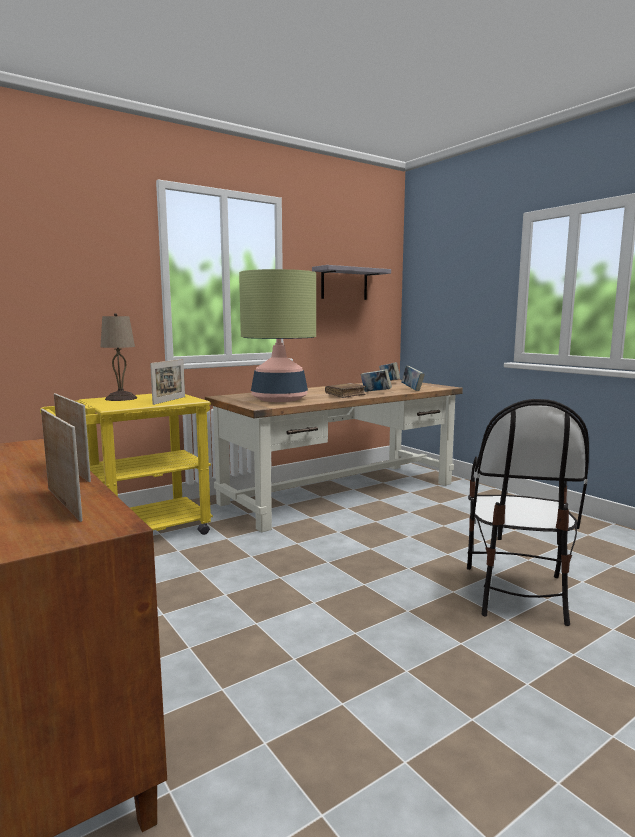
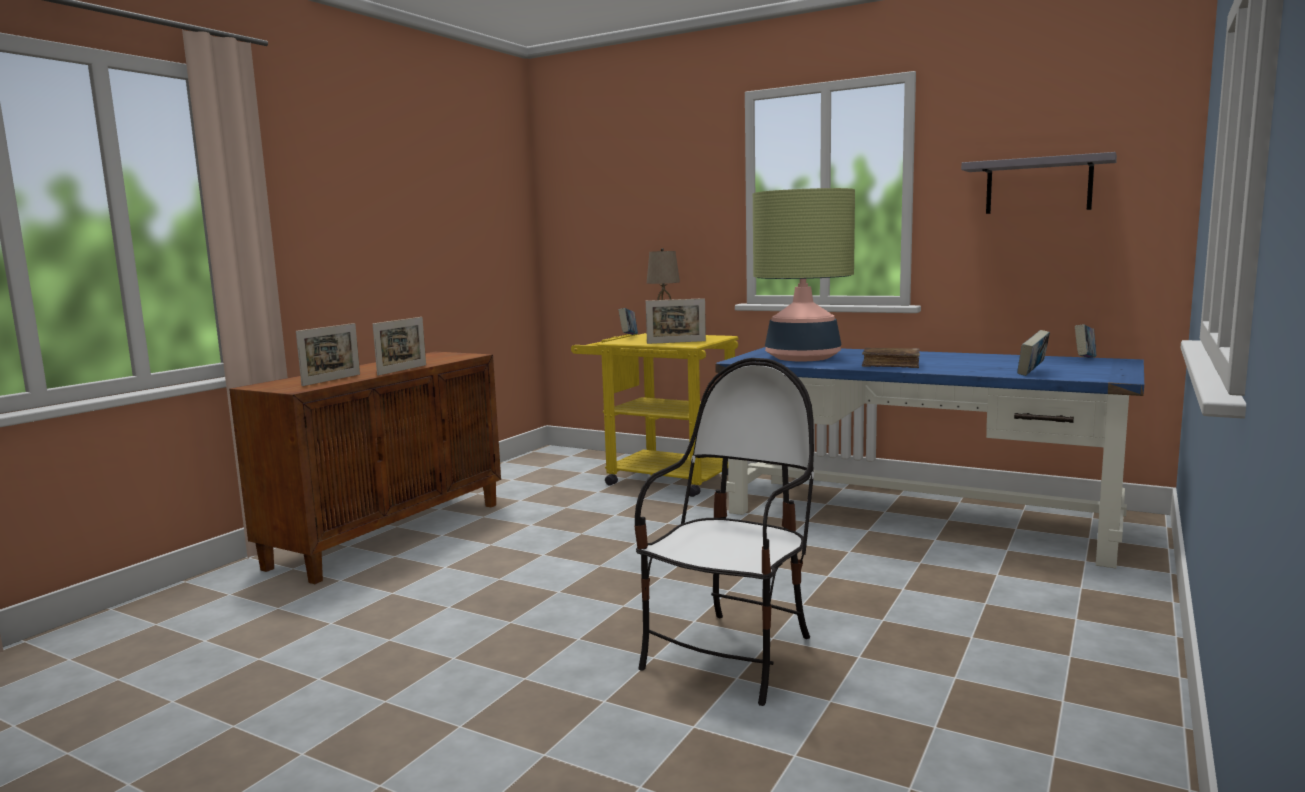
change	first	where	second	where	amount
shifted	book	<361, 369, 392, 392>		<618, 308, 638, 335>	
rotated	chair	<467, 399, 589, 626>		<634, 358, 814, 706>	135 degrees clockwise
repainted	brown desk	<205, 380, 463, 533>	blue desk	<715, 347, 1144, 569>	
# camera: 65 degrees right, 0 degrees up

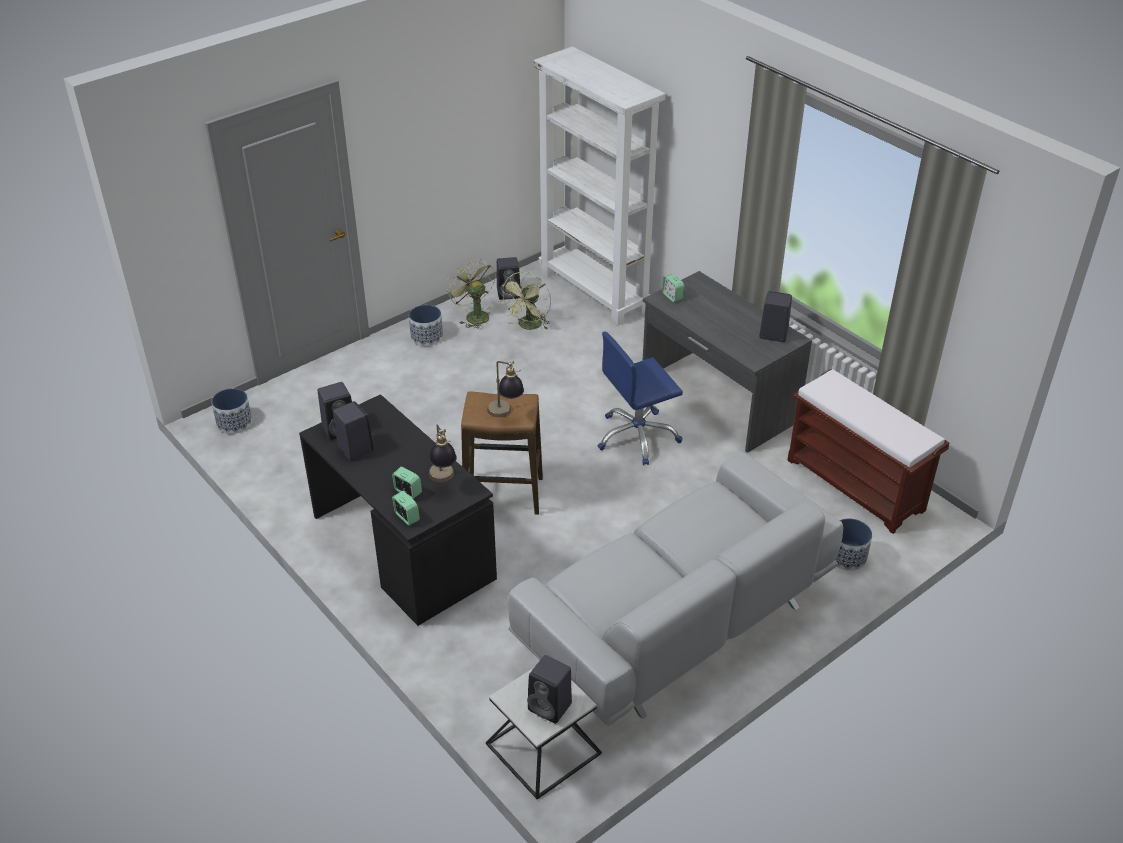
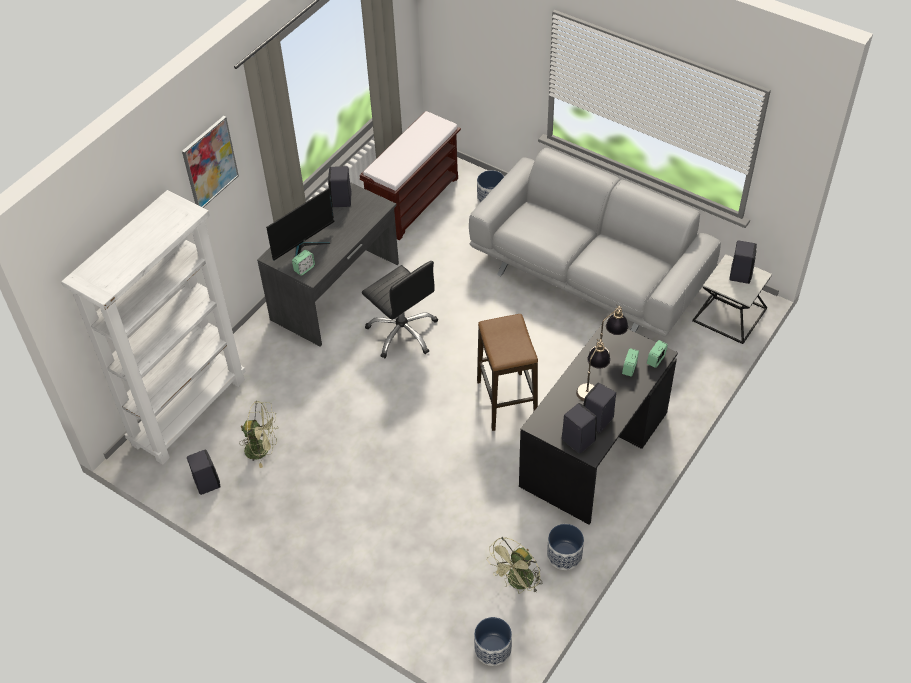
change	first	where	second	where	amount
new			picture	<182, 116, 239, 208>	
new			monitor	<266, 188, 334, 261>	
repainted	blue office chair	<598, 331, 683, 465>	black office chair	<362, 261, 438, 358>	
shifted	green fan	<447, 259, 496, 329>		<487, 537, 542, 594>	
shifted	planter	<409, 305, 443, 346>		<547, 524, 584, 570>	
shifted	table lamp	<487, 361, 524, 417>		<576, 339, 610, 401>	
# camera: 105 degrees left, 10 degrees up

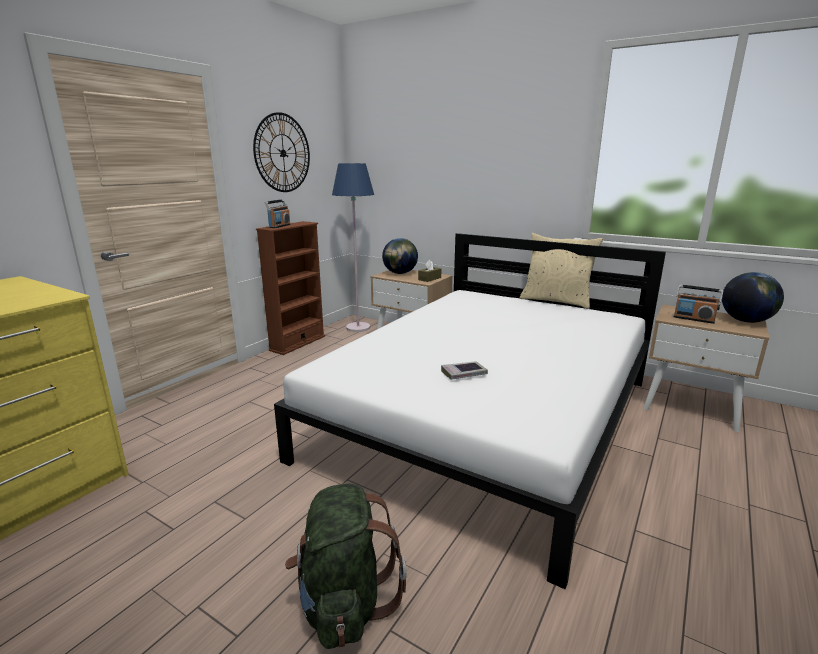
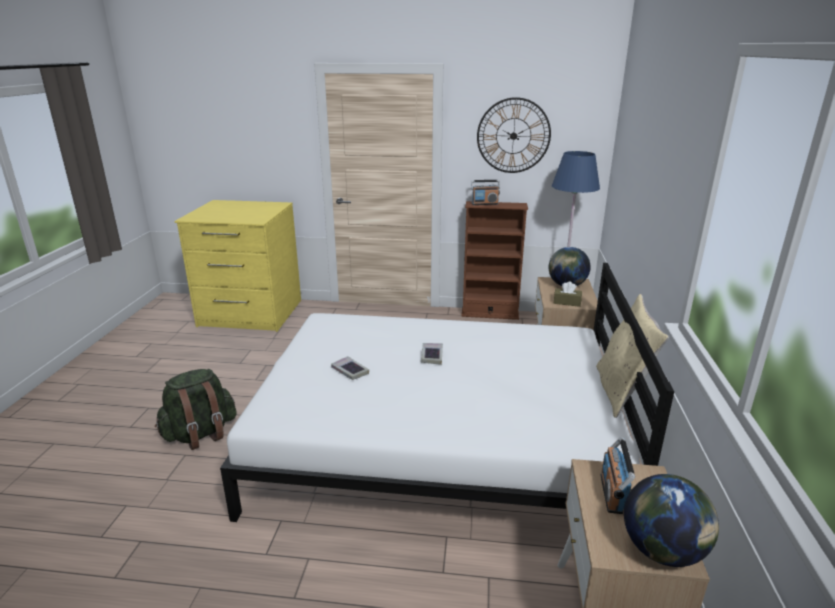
change	first	where	second	where	amount
new			book	<421, 343, 443, 365>	
# camera: 65 degrees right, 5 degrees up

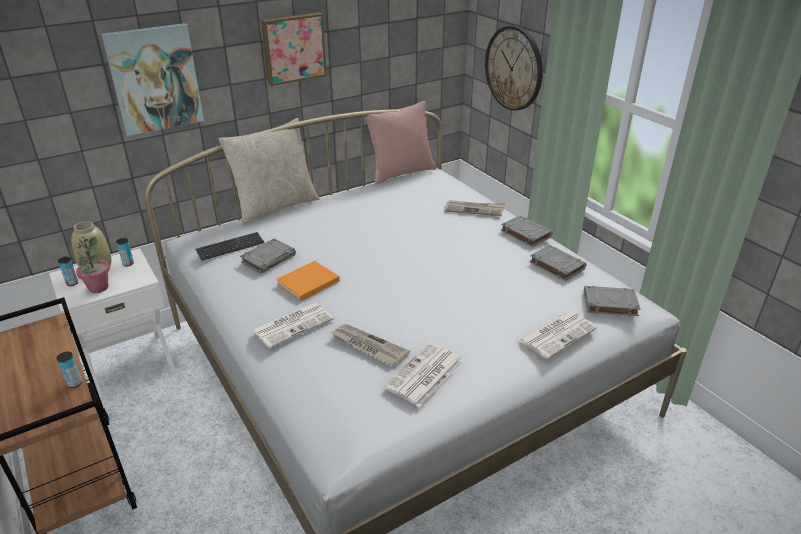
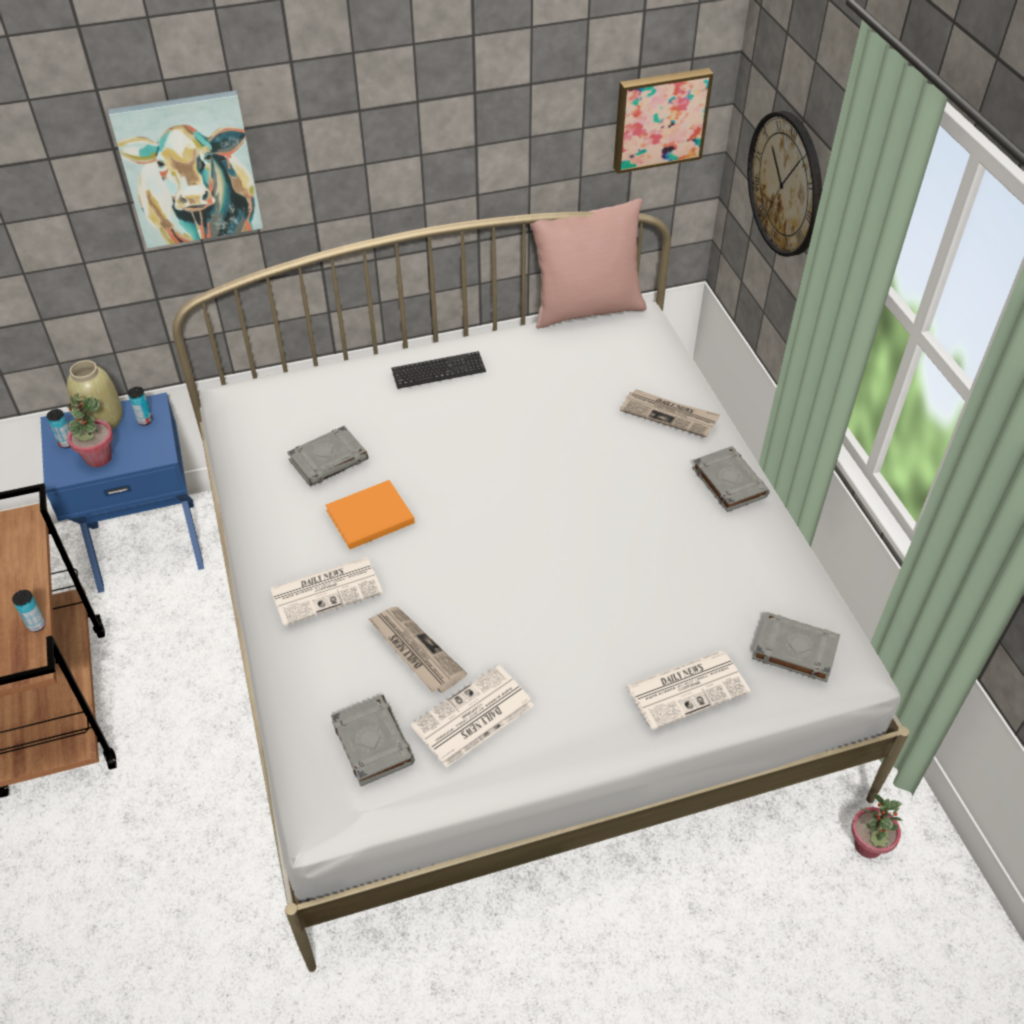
change	first	where	second	where	amount
repainted	white nightstand	<49, 248, 176, 399>	blue nightstand	<41, 392, 204, 593>	
shifted	grey book	<529, 245, 587, 281>		<331, 695, 415, 786>	
shifted	keyboard	<195, 232, 264, 261>		<391, 351, 486, 389>	
shifted	picture	<261, 12, 327, 86>		<613, 68, 714, 174>	
new			potted plant	<852, 793, 903, 858>	
gone	beige pillow	<219, 118, 319, 224>			
# camera: 15 degrees right, 15 degrees up

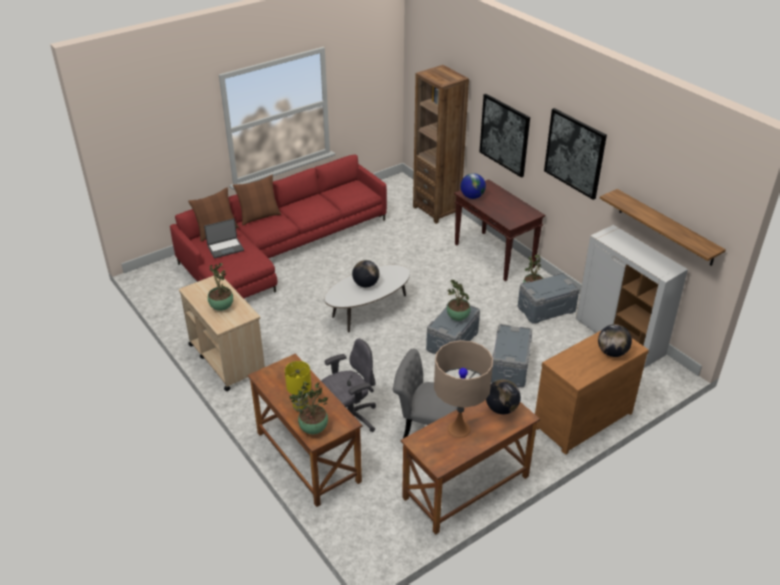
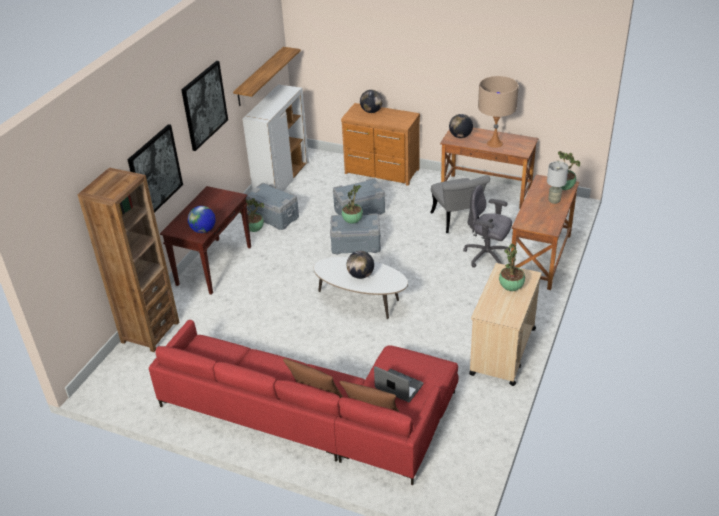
change	first	where	second	where	amount
repainted	yellow table lamp	<285, 361, 311, 412>	grey table lamp	<547, 161, 569, 204>	
# camera: 120 degrees left, 0 degrees up

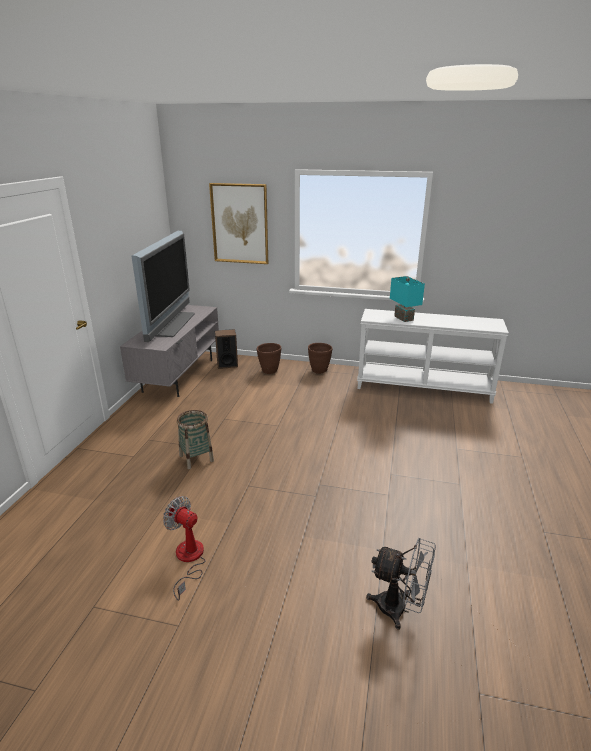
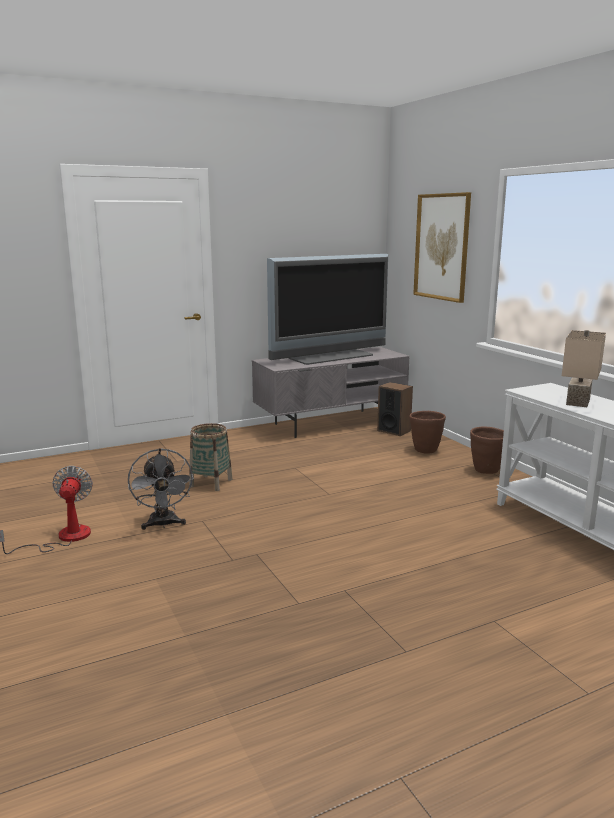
change	first	where	second	where	amount
shifted	grey fan	<366, 538, 436, 630>		<128, 448, 194, 530>	
repainted	turquoise table lamp	<390, 276, 425, 322>	beige table lamp	<562, 330, 606, 407>	
# camera: 50 degrees right, 10 degrees down

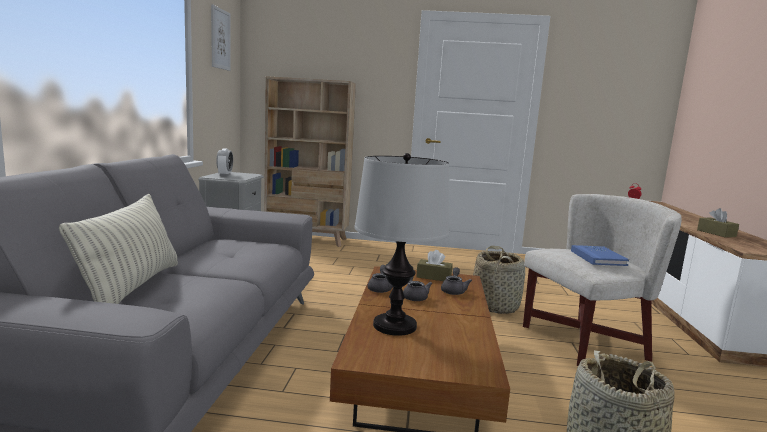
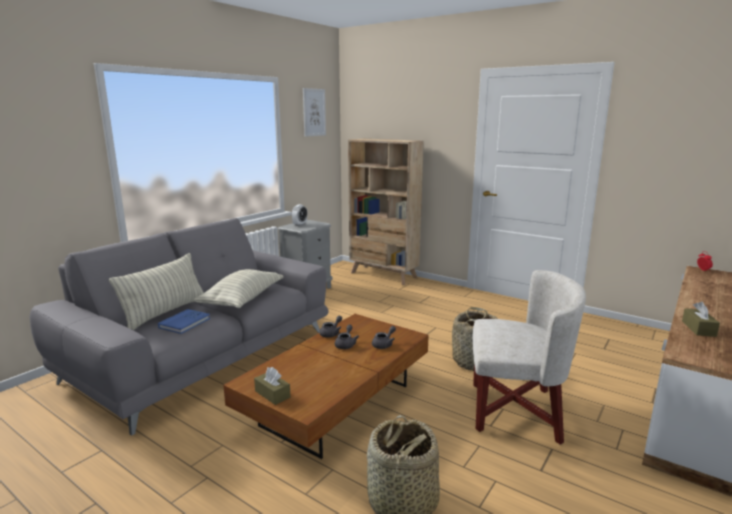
change	first	where	second	where	amount
shifted	blue book	<571, 245, 629, 266>		<158, 309, 210, 334>	
new			pillow	<194, 269, 283, 308>	
shifted	brown tissue box	<416, 250, 453, 281>		<254, 367, 291, 405>	
gone	table lamp	<354, 153, 449, 336>			
# camera: 30 degrees right, 5 degrees up

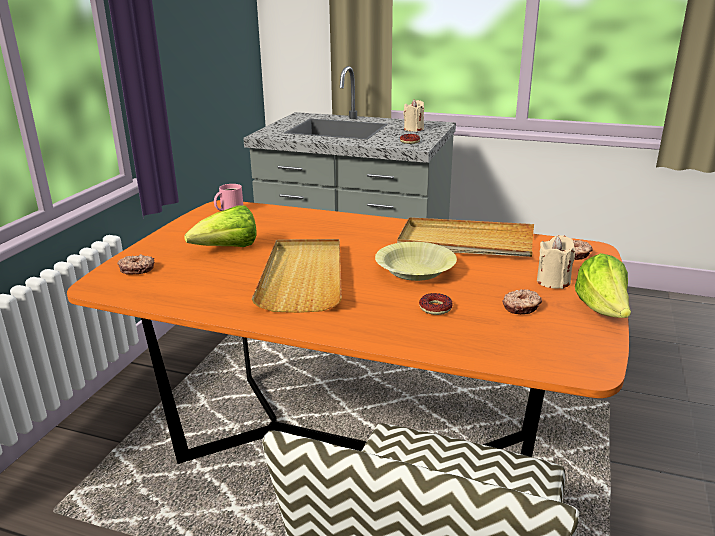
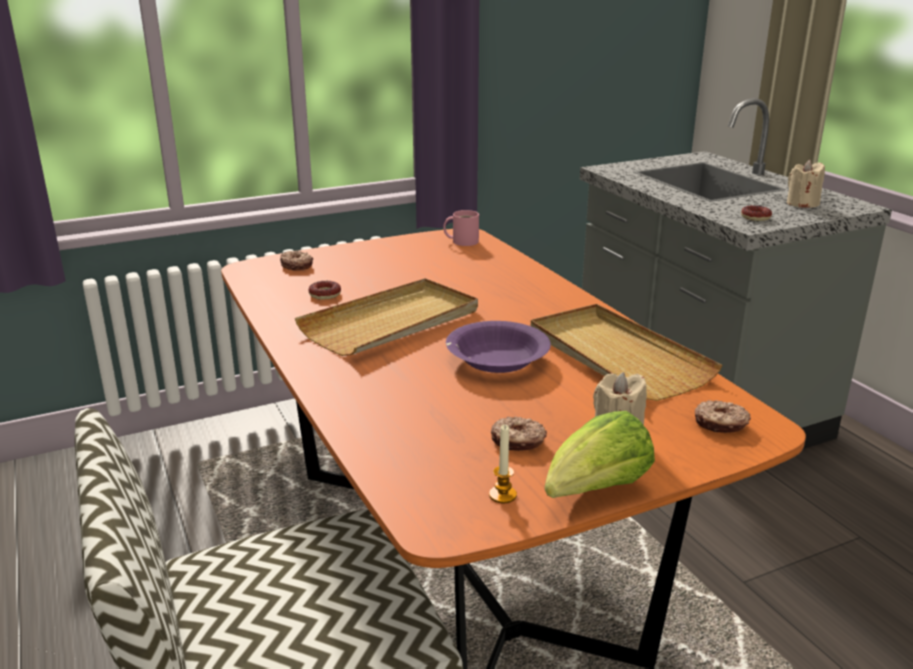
change	first	where	second	where	amount
shifted	donut	<419, 293, 453, 315>		<308, 281, 341, 300>	
repainted	yellow bowl	<375, 242, 457, 281>	purple bowl	<446, 321, 551, 373>	
new			candle	<489, 425, 517, 504>	
gone	lettuce	<184, 205, 256, 247>			
# camera: 45 degrees right, 0 degrees up

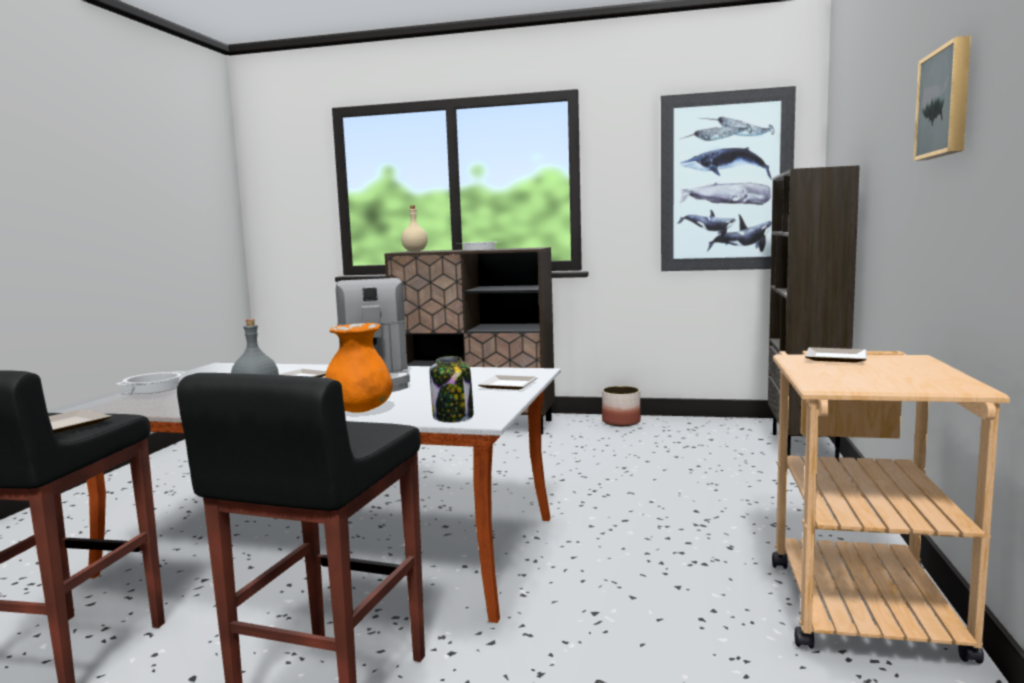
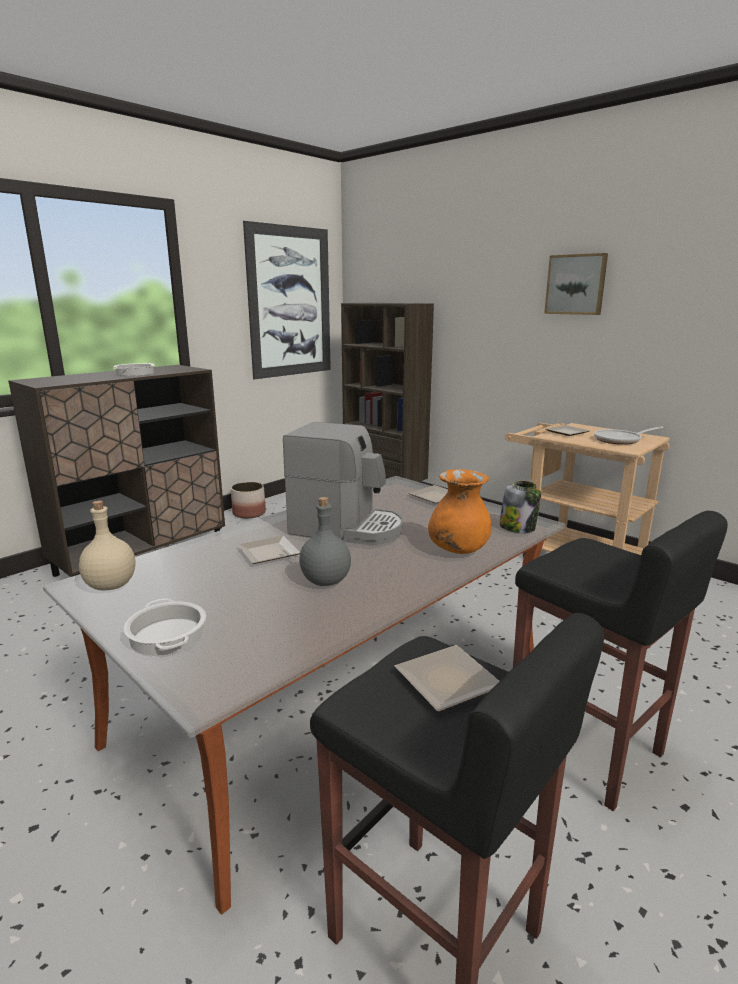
change	first	where	second	where	amount
shifted	beige bottle	<401, 206, 428, 251>		<79, 500, 135, 590>	
new			frying pan	<594, 427, 664, 445>	
# camera: 60 degrees left, 10 degrees up

